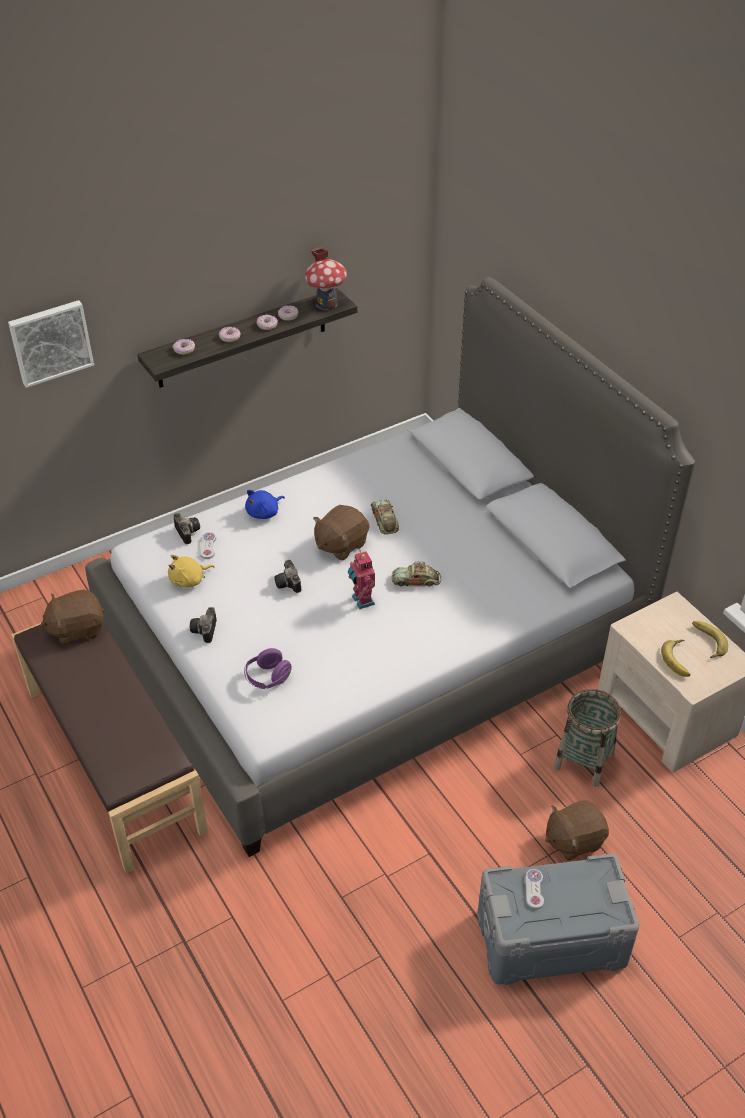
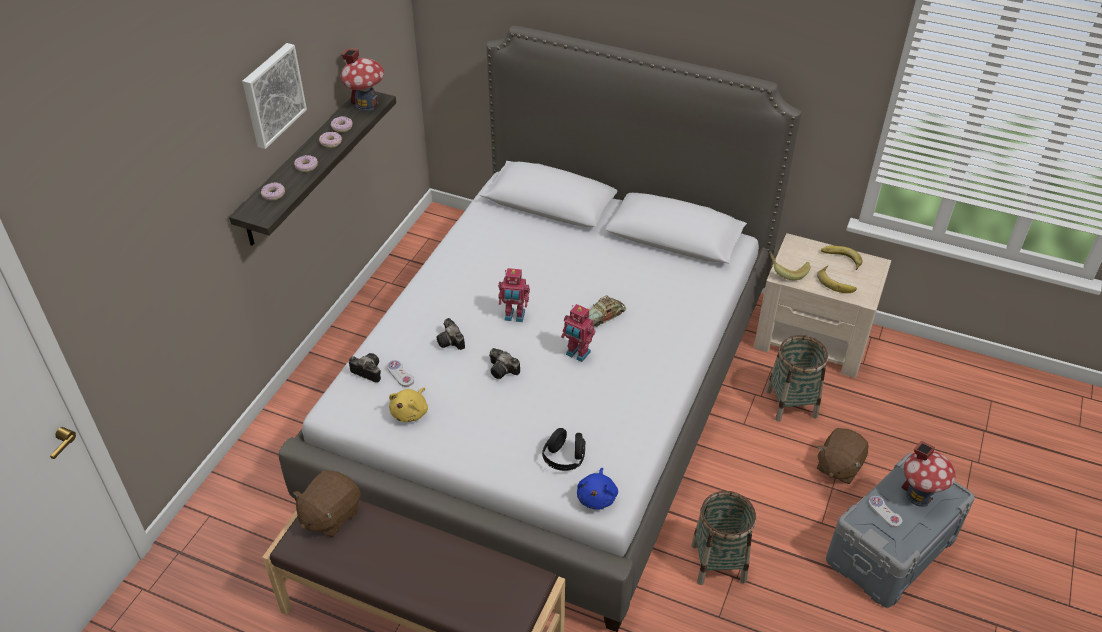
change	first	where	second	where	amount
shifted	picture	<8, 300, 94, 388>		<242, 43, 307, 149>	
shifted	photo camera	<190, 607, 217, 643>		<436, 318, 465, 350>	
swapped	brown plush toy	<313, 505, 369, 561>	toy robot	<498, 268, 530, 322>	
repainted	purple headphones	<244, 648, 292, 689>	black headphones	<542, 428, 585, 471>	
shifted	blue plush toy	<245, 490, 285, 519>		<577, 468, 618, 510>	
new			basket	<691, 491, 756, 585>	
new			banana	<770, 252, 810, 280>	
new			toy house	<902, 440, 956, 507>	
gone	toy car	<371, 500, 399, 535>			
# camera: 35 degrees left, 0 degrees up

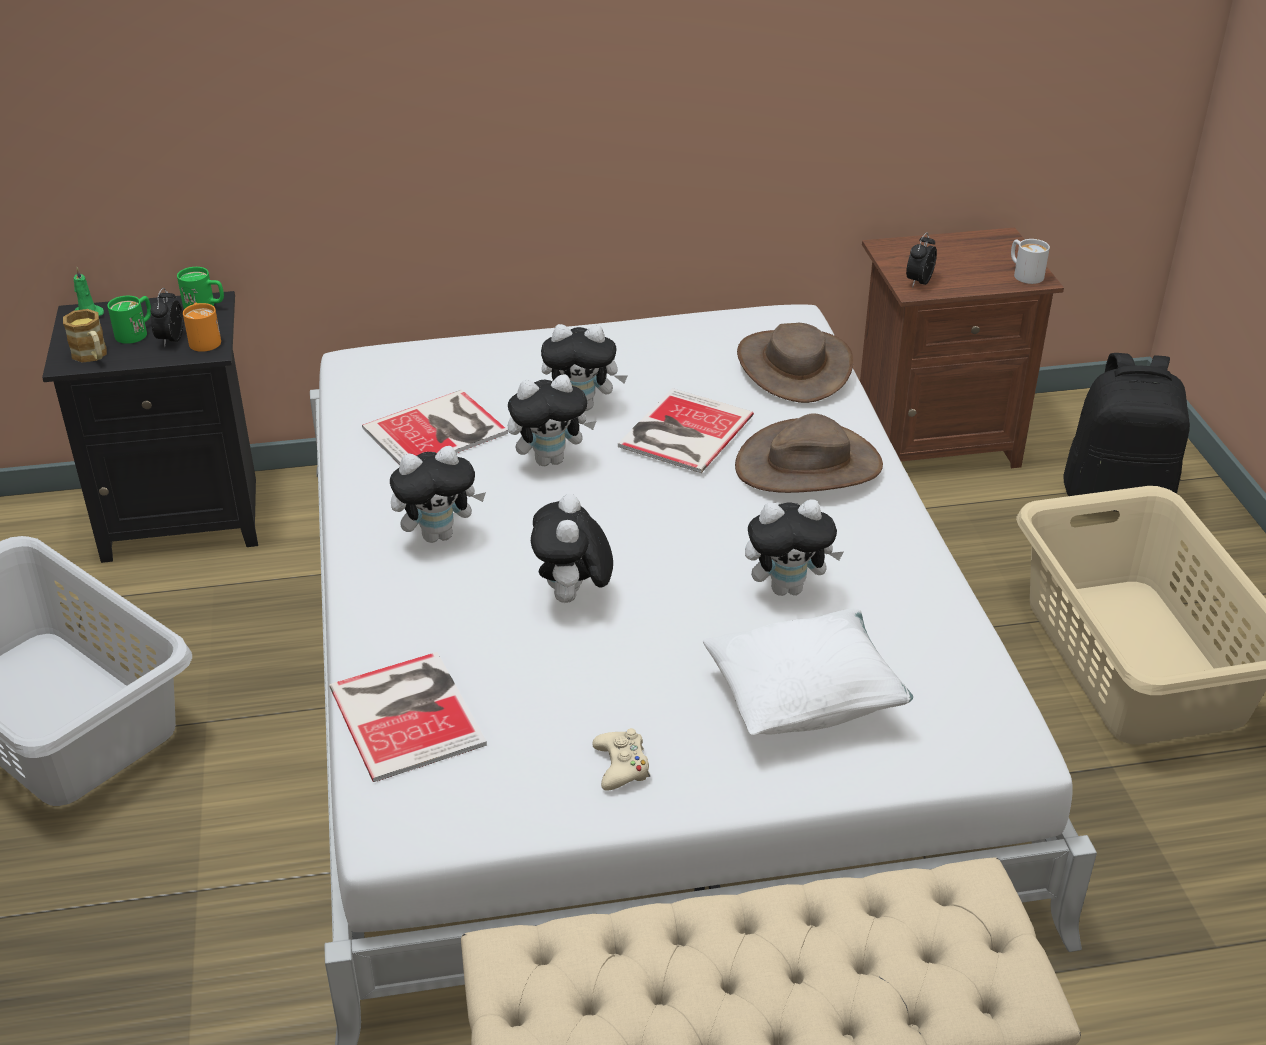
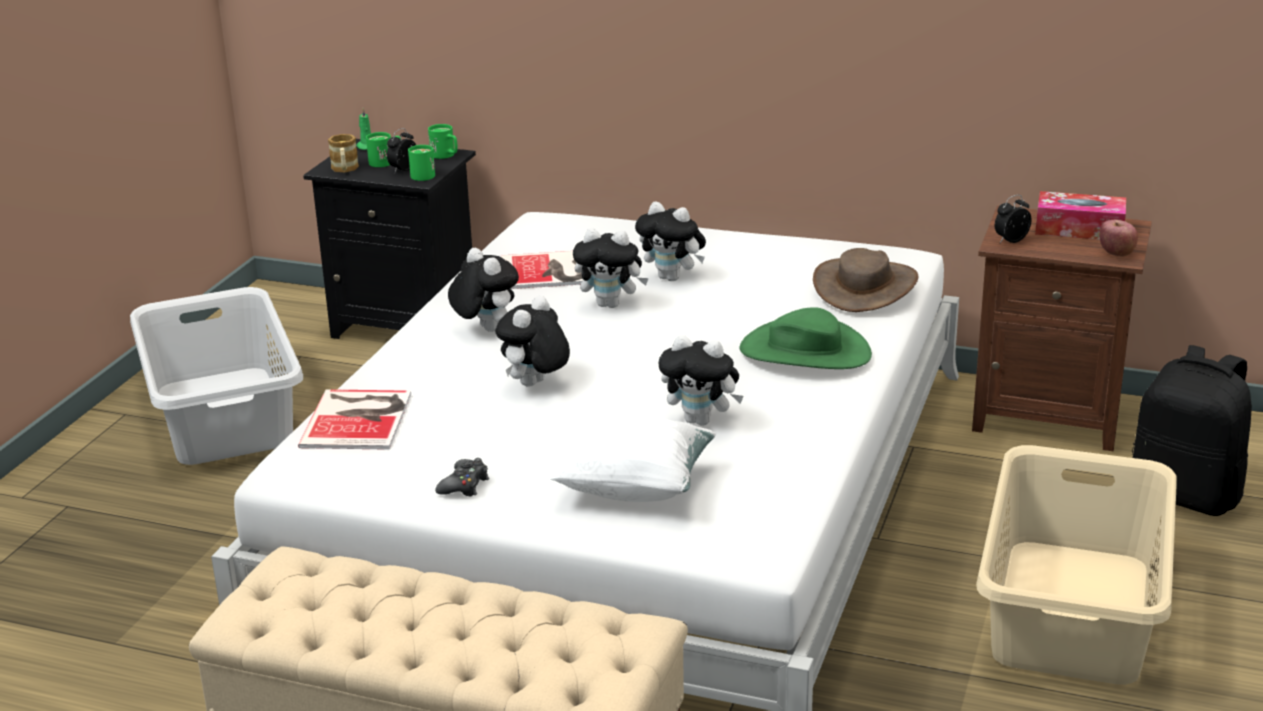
change	first	where	second	where	amount
repainted	orange mug	<183, 303, 221, 352>	green mug	<408, 145, 435, 181>	
repainted	beige game controller	<592, 728, 650, 791>	black game controller	<435, 458, 489, 497>	
rotated	plush toy	<390, 446, 486, 543>		<448, 248, 519, 332>	135 degrees counterclockwise
repainted	brown hat	<735, 413, 883, 493>	green hat	<739, 307, 872, 369>	
new			tissue box	<1035, 191, 1126, 239>	
swapped	white mug	<1011, 239, 1050, 284>	apple	<1099, 220, 1138, 257>	
gone	book	<618, 388, 754, 473>			
# camera: 30 degrees right, 10 degrees down

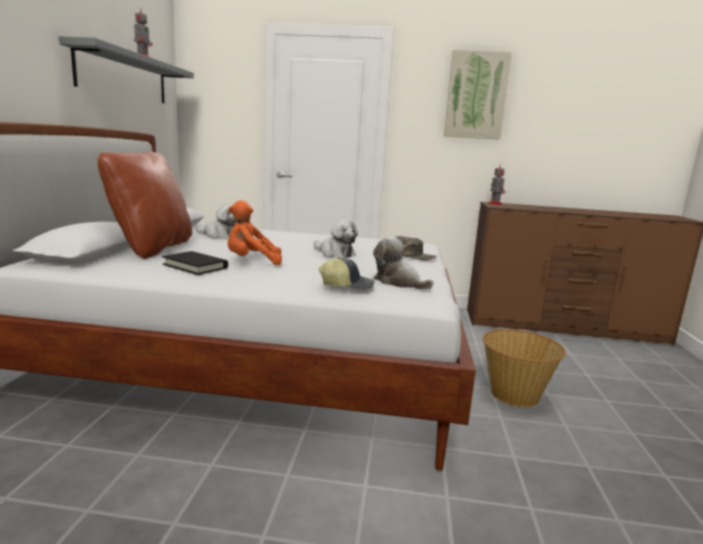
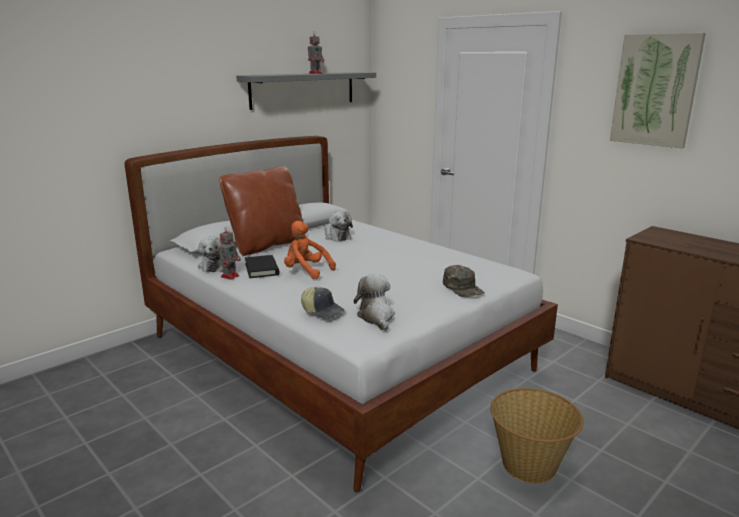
change	first	where	second	where	amount
shifted	plush toy	<314, 220, 358, 258>		<198, 237, 224, 273>	
shifted	toy robot	<489, 163, 505, 205>		<219, 226, 241, 280>	
# camera: 40 degrees right, 5 degrees up

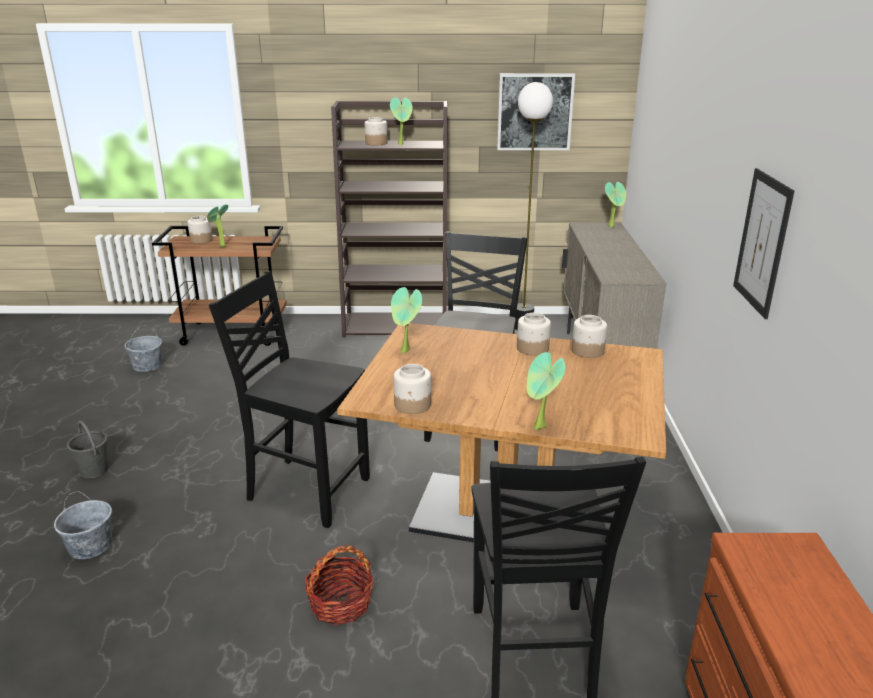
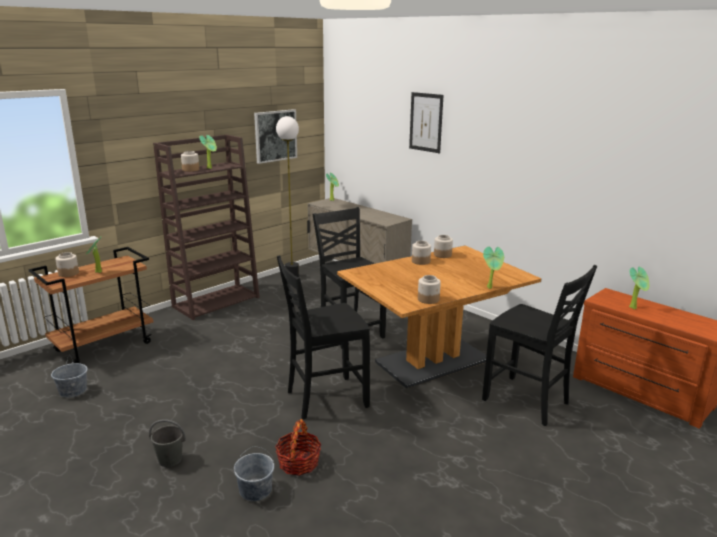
change	first	where	second	where	amount
shifted	basket	<305, 545, 374, 625>		<275, 419, 322, 476>	
shifted	picture	<733, 168, 794, 319>		<409, 92, 444, 153>	
shifted	potted plant	<391, 287, 422, 353>		<629, 266, 649, 309>	
# camera: 45 degrees left, 5 degrees down

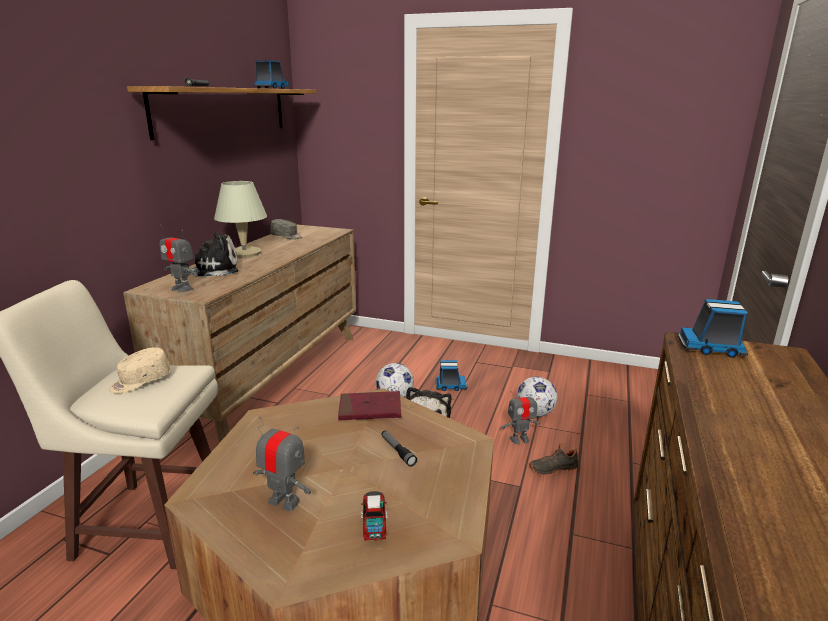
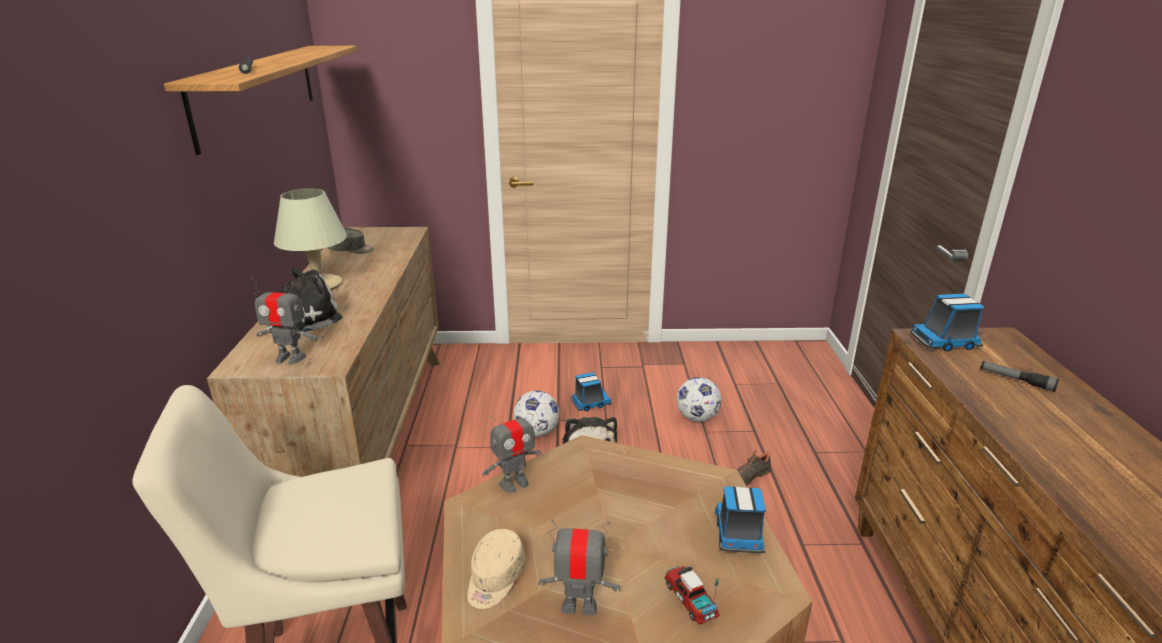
change	first	where	second	where	amount
shifted	beige cap	<109, 347, 170, 393>		<467, 529, 526, 609>	
shifted	toy robot	<500, 389, 541, 445>		<482, 405, 542, 493>	
shifted	toy truck	<253, 61, 289, 89>		<715, 486, 766, 553>	
shifted	flashlight	<381, 431, 417, 467>		<980, 361, 1059, 392>	
gone	red book	<338, 391, 401, 420>			
# camera: 20 degrees left, 5 degrees up

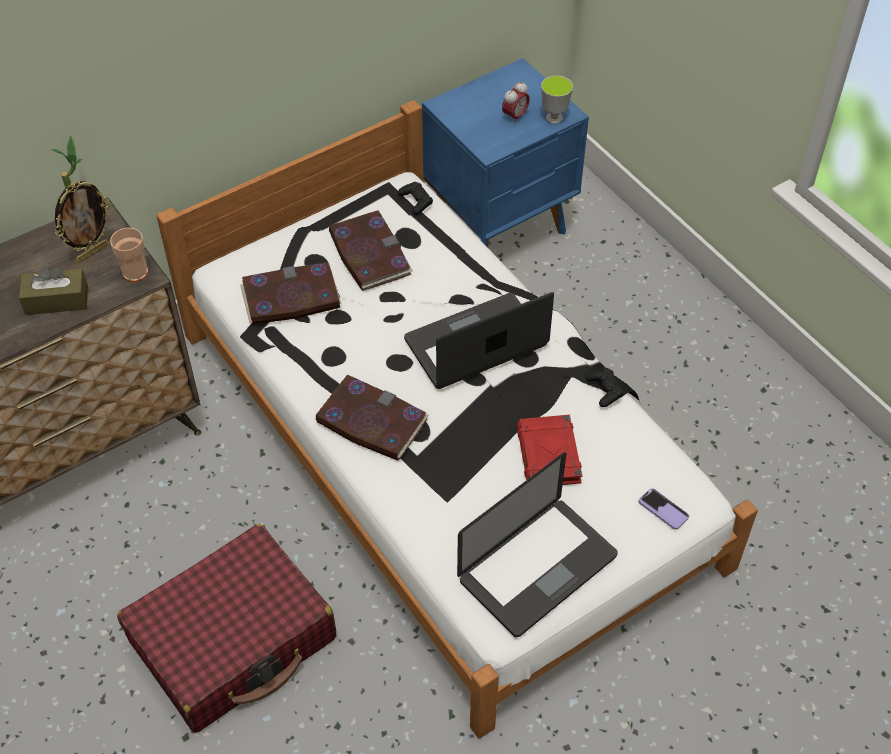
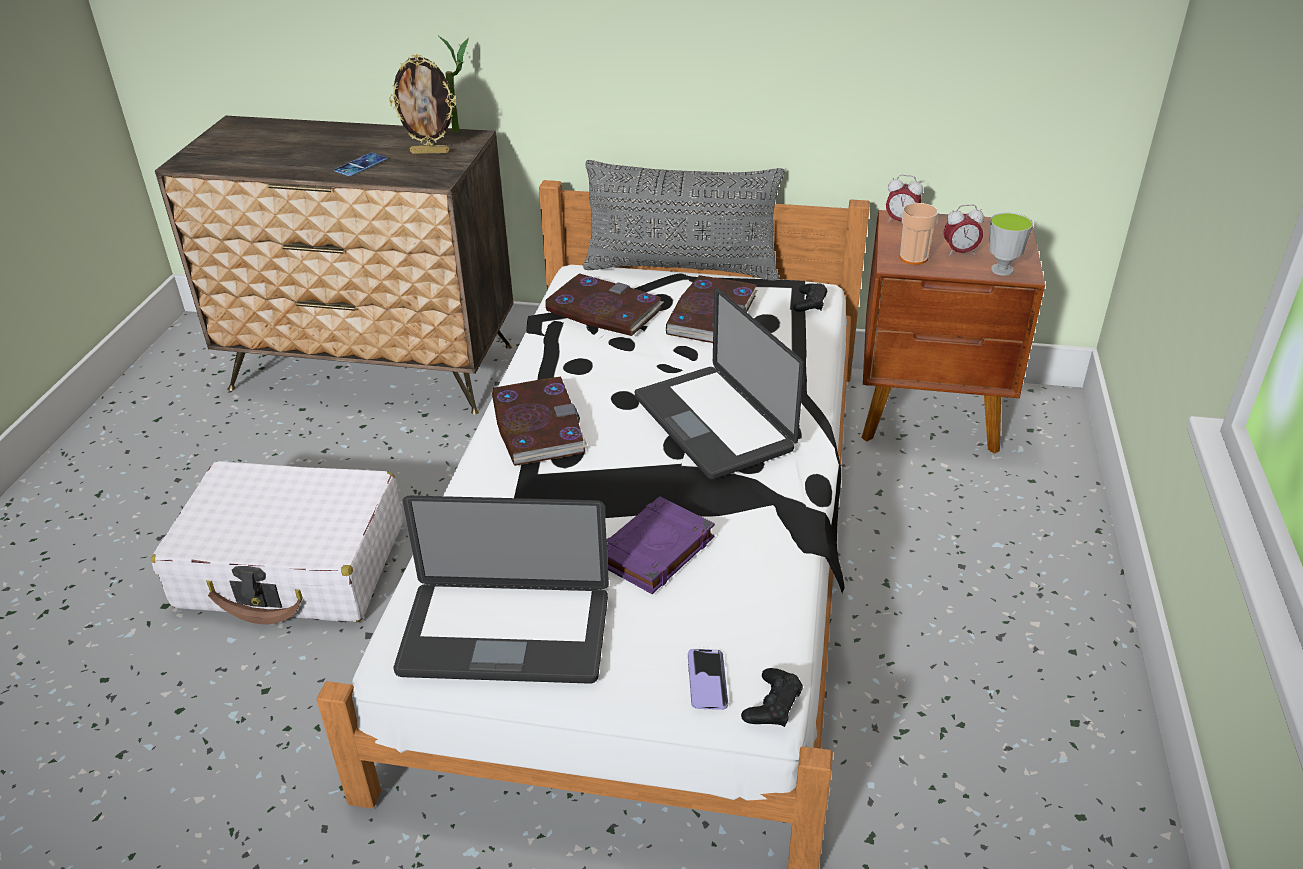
change	first	where	second	where	amount
repainted	red suitcase	<117, 524, 336, 733>	white suitcase	<152, 461, 403, 625>	
swapped	brown tissue box	<19, 267, 88, 315>	phone	<335, 153, 387, 176>	
new			grey pillow	<583, 160, 784, 281>	
repainted	red book	<517, 415, 582, 485>	purple book	<606, 497, 715, 594>	
rotated	laptop	<404, 292, 554, 389>		<635, 287, 804, 480>	135 degrees counterclockwise
shifted	black game controller	<585, 368, 624, 407>		<741, 668, 803, 727>	
repainted	blue nightstand	<422, 58, 589, 248>	brown nightstand	<862, 210, 1045, 454>	
new			alarm clock	<886, 175, 923, 223>	
shifted	cup	<110, 228, 148, 282>		<900, 203, 938, 265>	
# camera: 45 degrees right, 15 degrees down

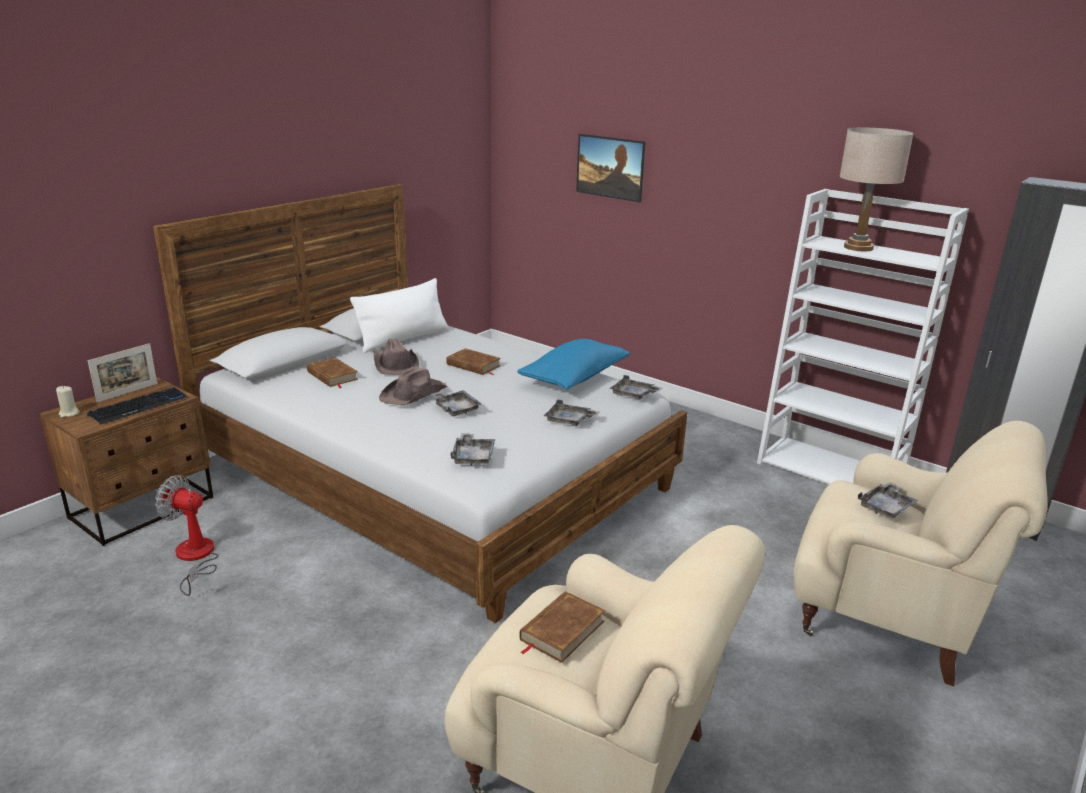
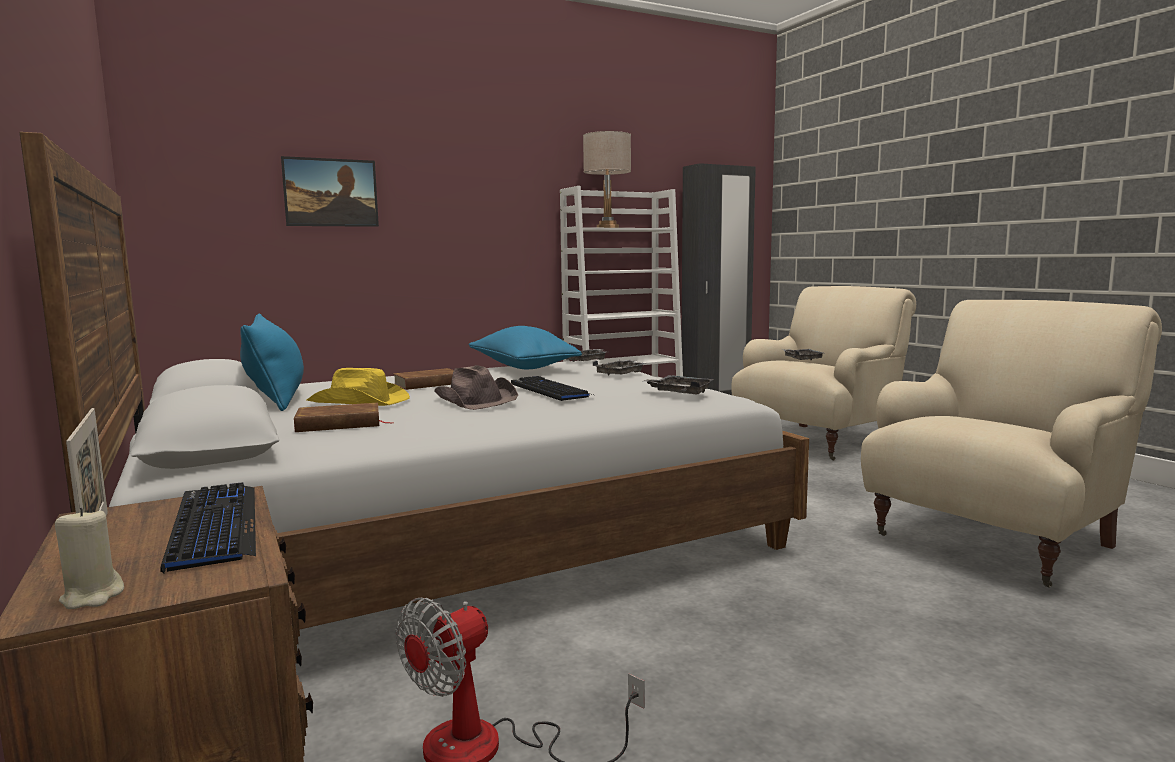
change	first	where	second	where	amount
repainted	white pillow	<350, 278, 449, 353>	blue pillow	<240, 314, 304, 411>	
repainted	brown hat	<373, 339, 419, 375>	yellow hat	<307, 368, 410, 406>	
swapped	grey tray	<432, 390, 481, 416>	keyboard	<511, 376, 593, 401>	
gone	brown book	<519, 591, 605, 663>			
# camera: 65 degrees left, 15 degrees down

